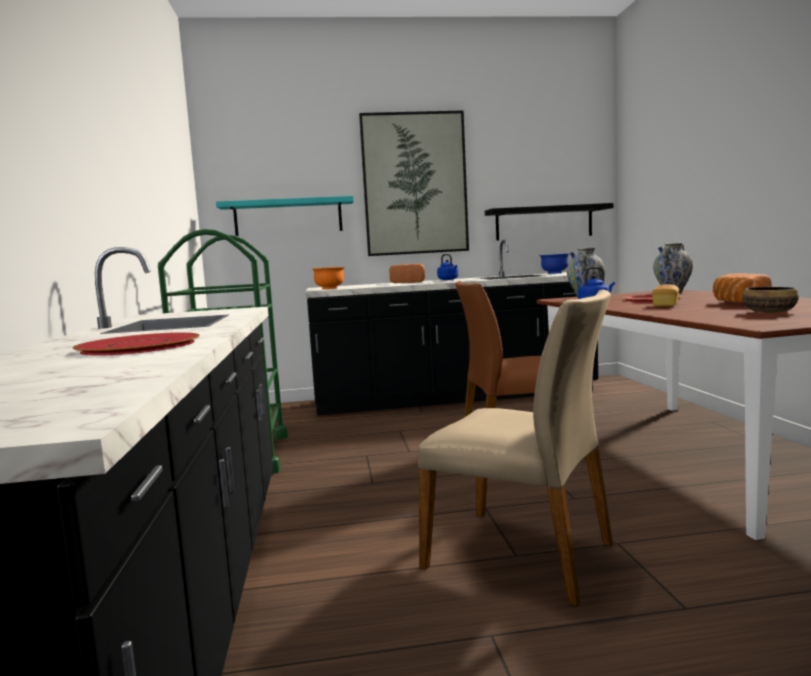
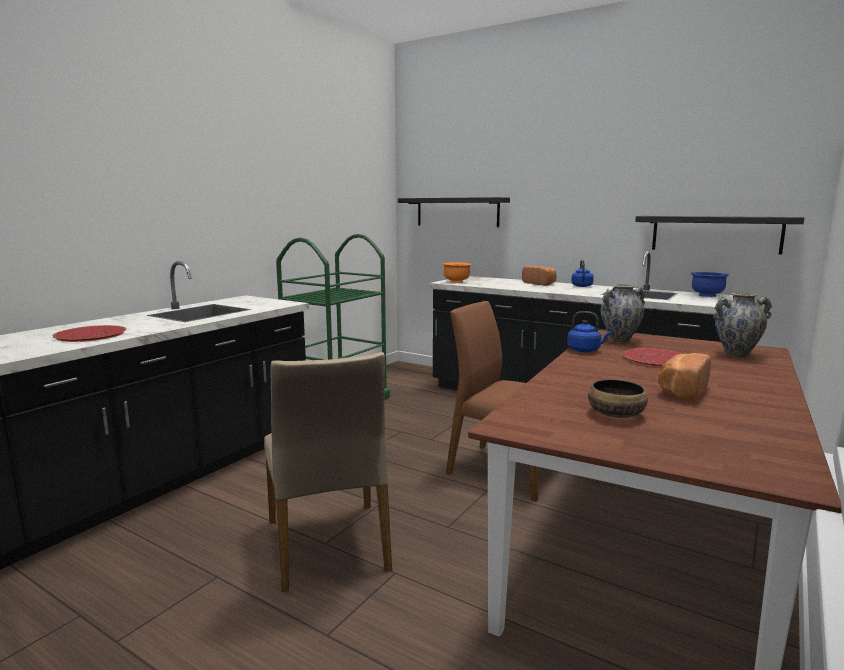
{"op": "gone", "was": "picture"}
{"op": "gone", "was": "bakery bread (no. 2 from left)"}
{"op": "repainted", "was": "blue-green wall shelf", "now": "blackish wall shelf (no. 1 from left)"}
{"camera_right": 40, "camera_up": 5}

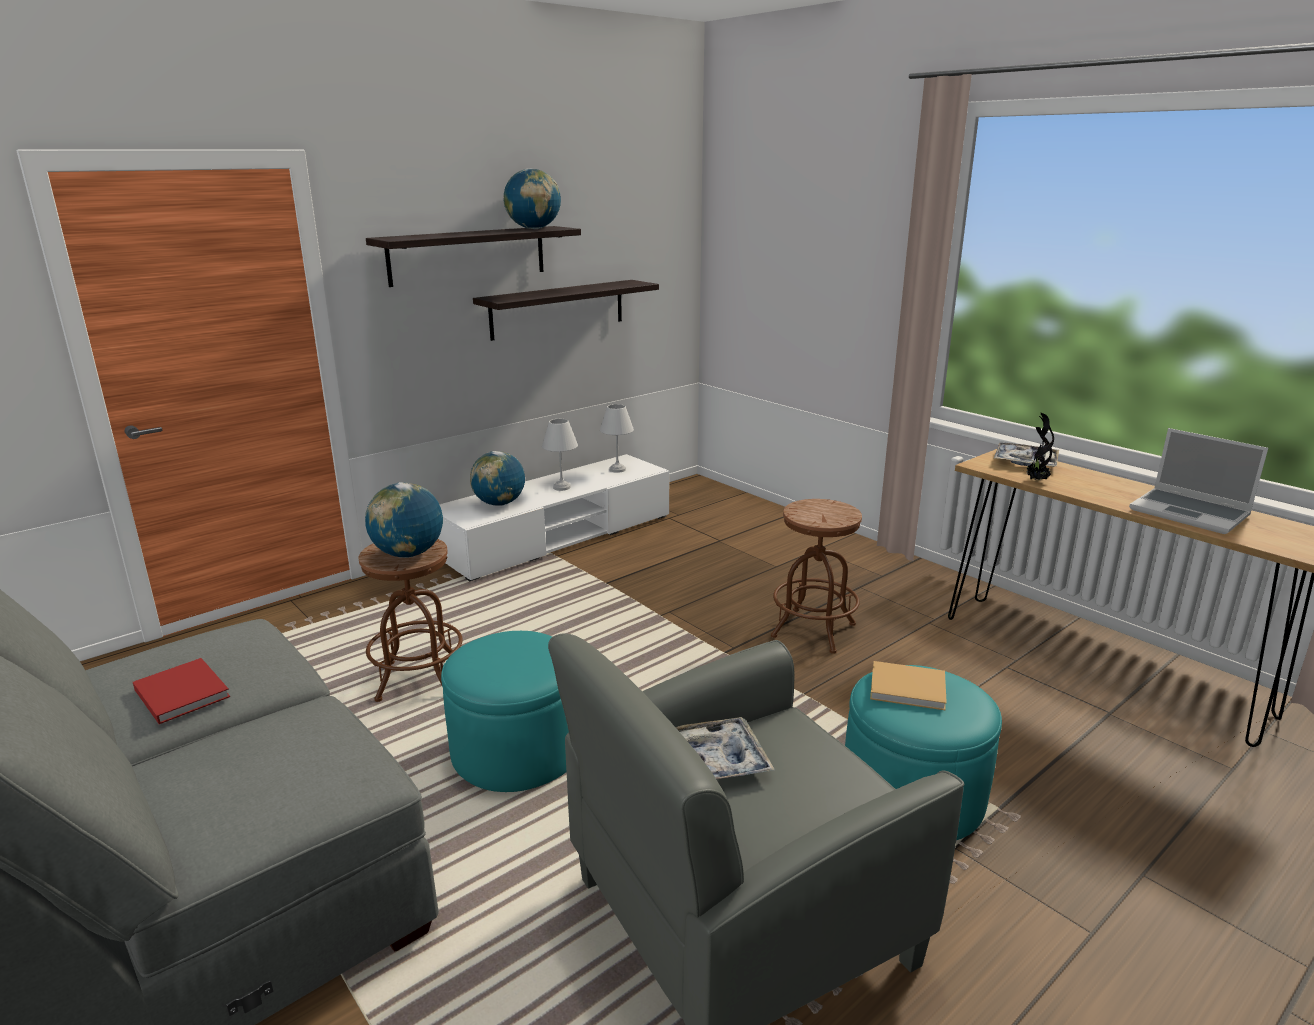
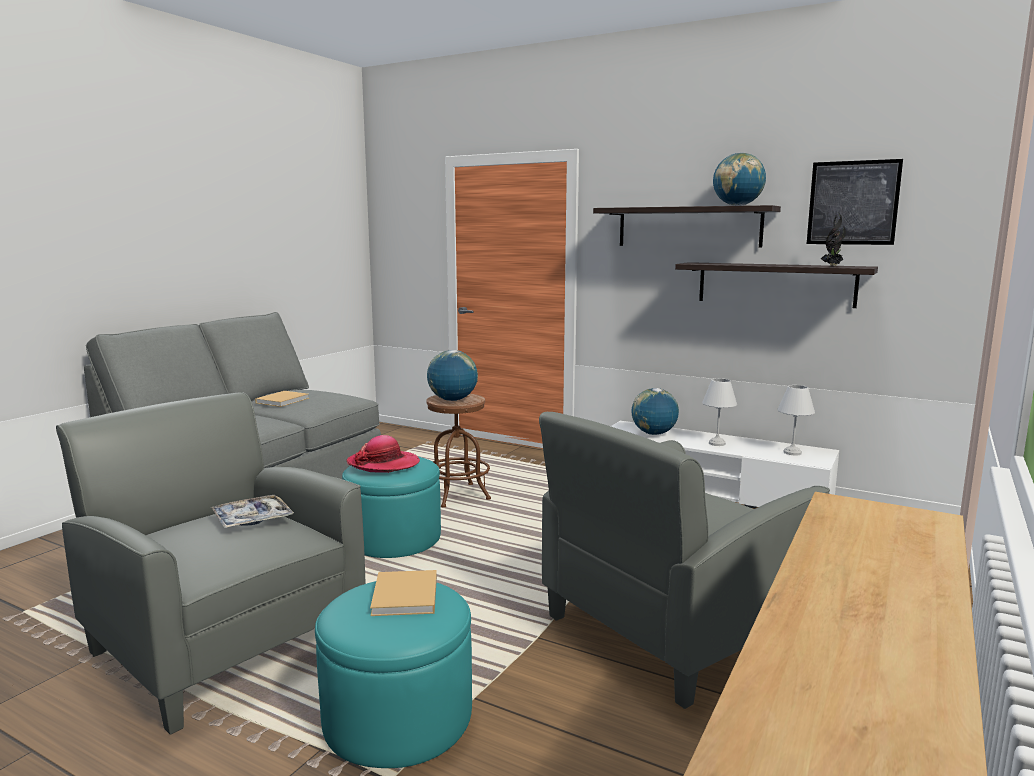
{"op": "gone", "was": "carrying tray (no. 2 from left)"}
{"op": "gone", "was": "notebook computer"}
{"op": "new", "now": "clothing hat"}
{"op": "new", "now": "picture"}
{"op": "shifted", "was": "potted plant"}
{"op": "swapped", "was": "brown stool seat (no. 2 from left)", "now": "grey lounge chair (no. 2 from left)"}
{"op": "repainted", "was": "red bound book", "now": "sand-coloured bound book (no. 1 from left)"}
{"camera_right": 70, "camera_up": -10}

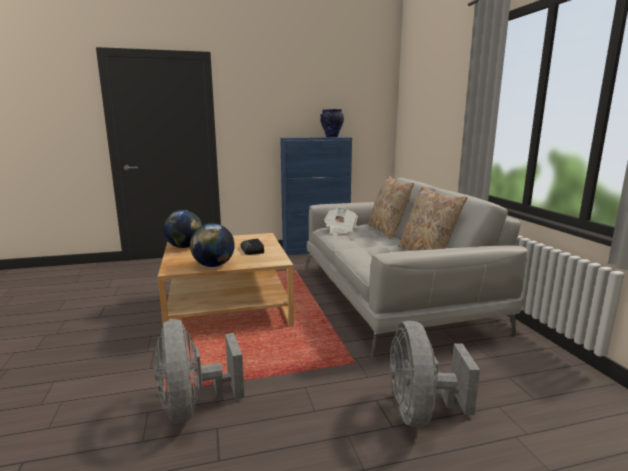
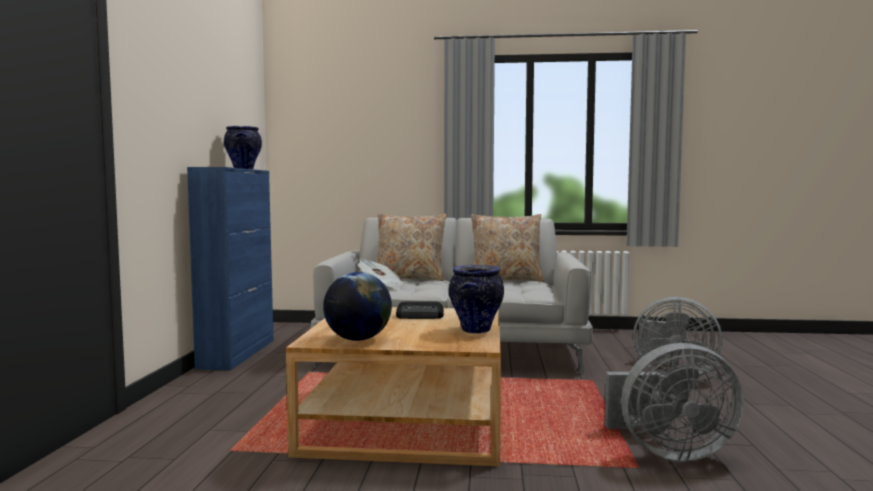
{"op": "swapped", "was": "desk globe (no. 2 from left)", "now": "decorative vase (no. 2 from left)"}
{"camera_right": -70, "camera_up": -10}

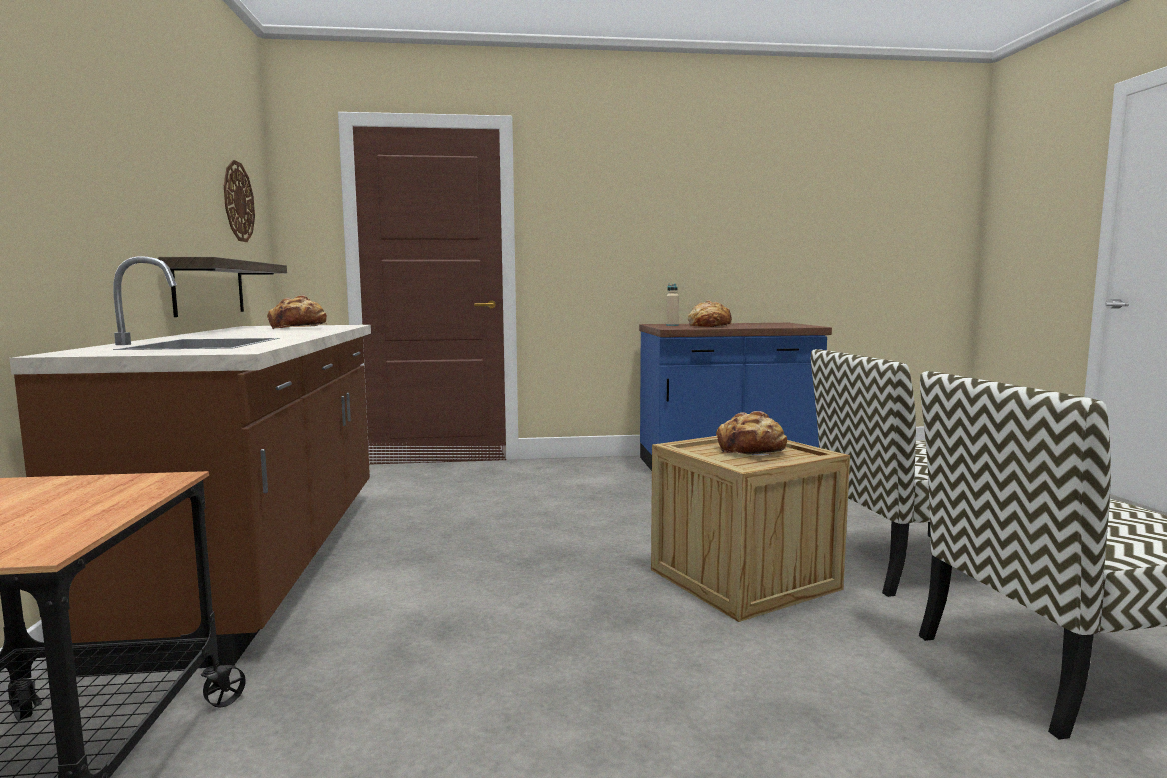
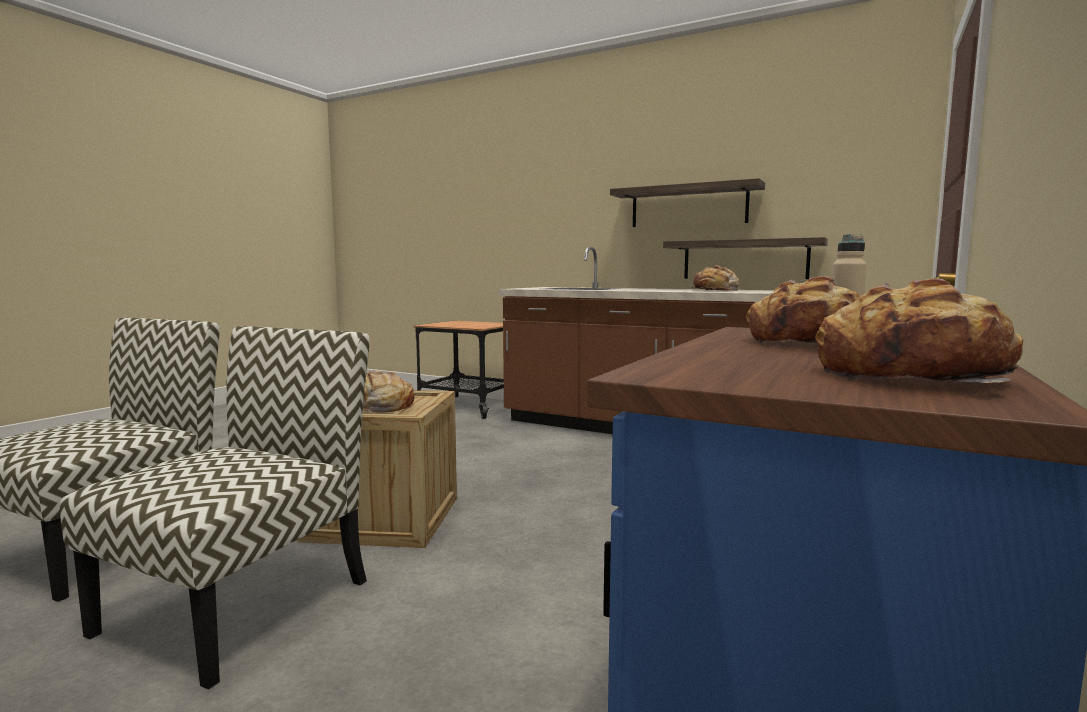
{"op": "gone", "was": "wall clock"}
{"op": "new", "now": "wall shelf (no. 1 from left)"}
{"op": "new", "now": "bakery bread (no. 4 from left)"}
{"camera_right": 125, "camera_up": 0}

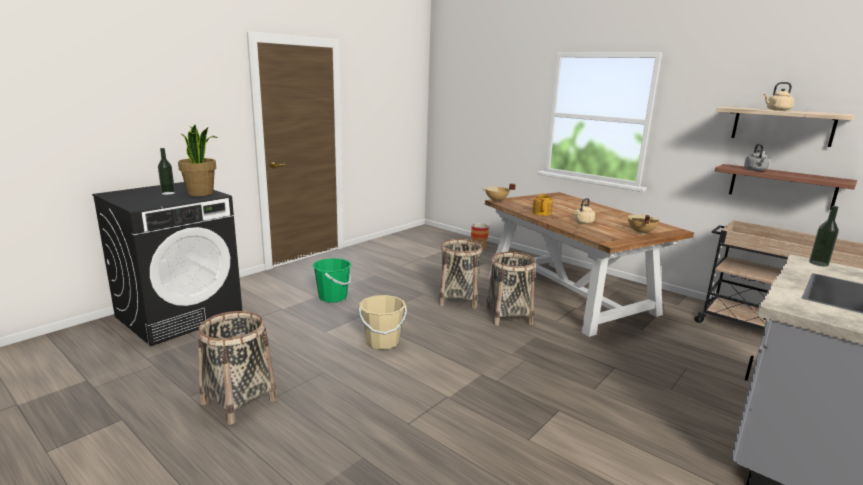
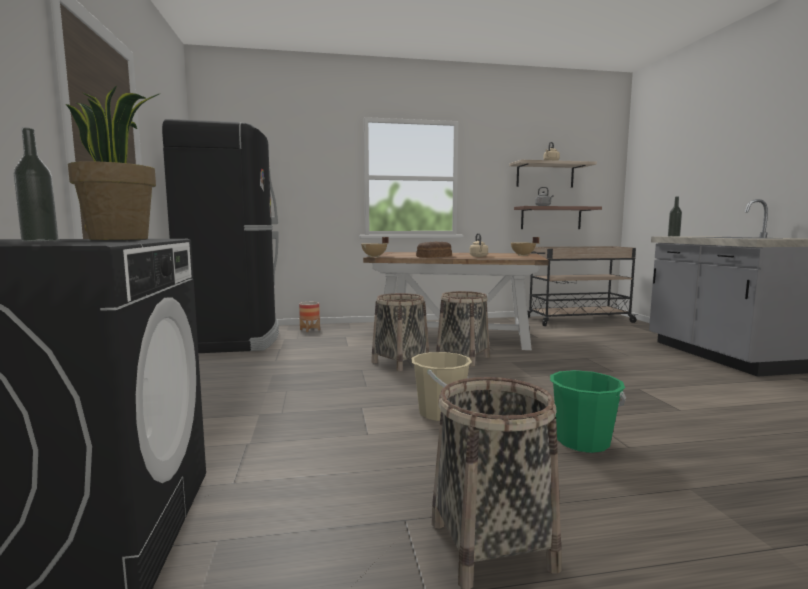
{"op": "new", "now": "blackish refrigerator"}
{"op": "shifted", "was": "green-coloured bucket"}
{"op": "swapped", "was": "tea pot", "now": "bakery bread"}
{"camera_right": -50, "camera_up": -10}

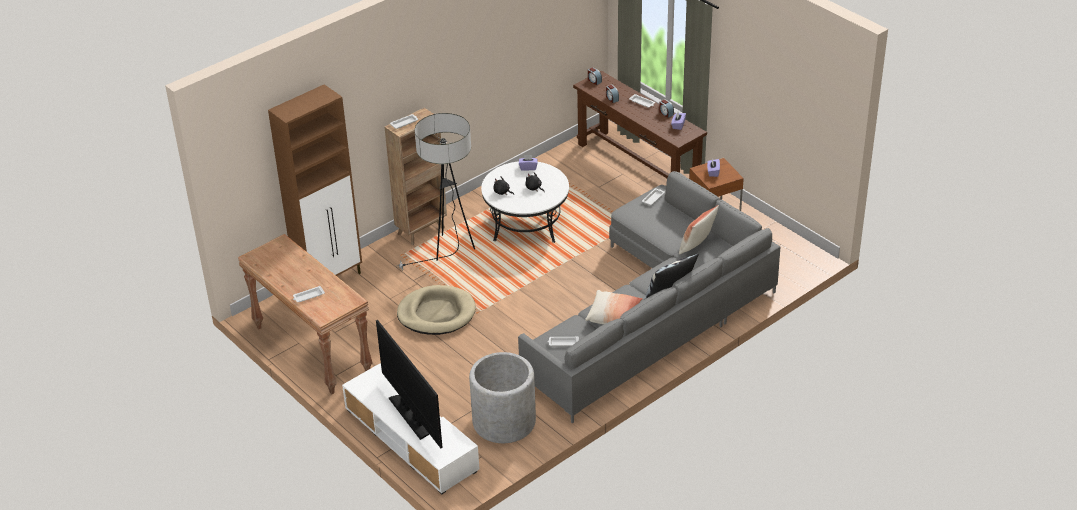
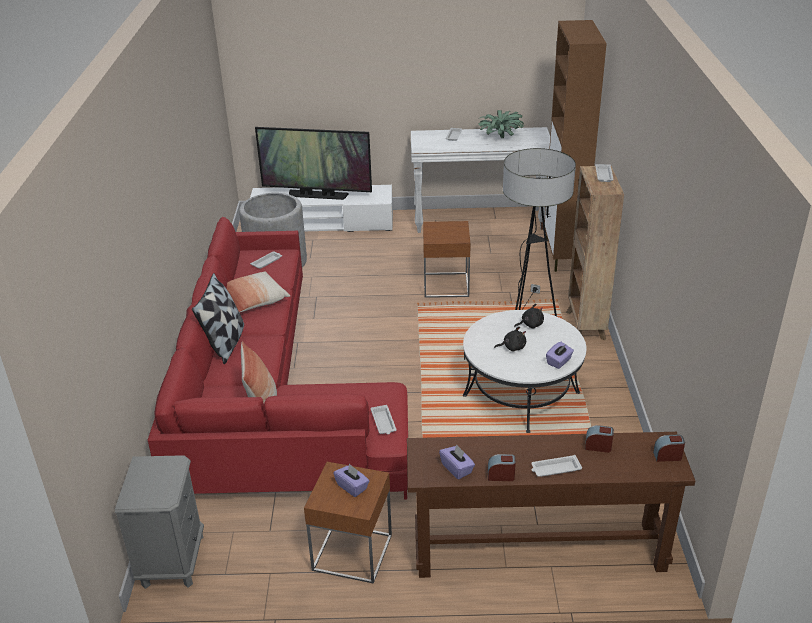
{"op": "new", "now": "grey nightstand"}
{"op": "new", "now": "potted plant"}
{"op": "swapped", "was": "sand-coloured pet bed", "now": "brown end table (no. 2 from left)"}
{"op": "repainted", "was": "brown hall table (no. 1 from left)", "now": "whitish hall table"}
{"op": "repainted", "was": "grey couch", "now": "red couch"}
{"camera_right": 130, "camera_up": -5}

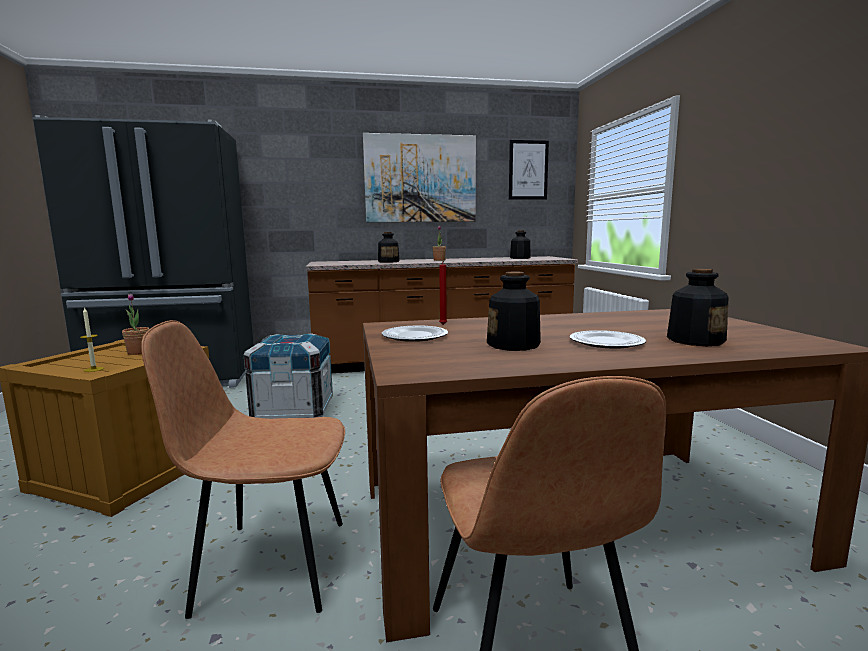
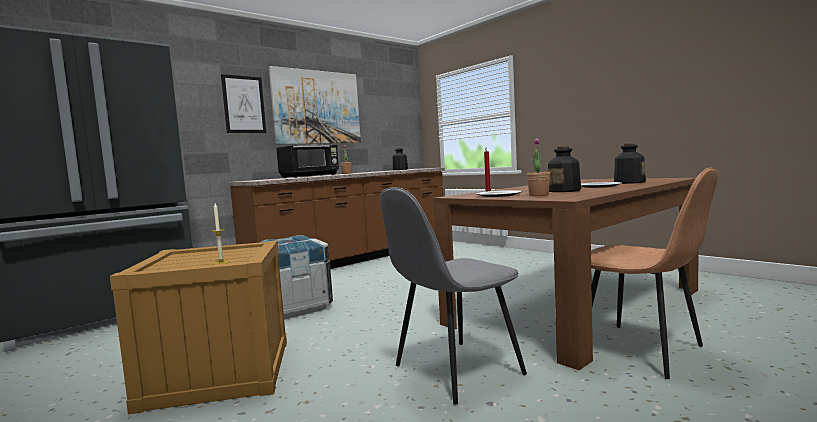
{"op": "shifted", "was": "potted plant (no. 1 from left in the first image)", "now": "potted plant (no. 2 from left)"}
{"op": "shifted", "was": "picture (no. 2 from left in the first image)", "now": "picture (no. 1 from left)"}
{"op": "swapped", "was": "drink bottle (no. 1 from left)", "now": "blackish microwave"}
{"op": "repainted", "was": "brown upright chair (no. 1 from left)", "now": "grey upright chair"}
{"camera_right": -30, "camera_up": -5}

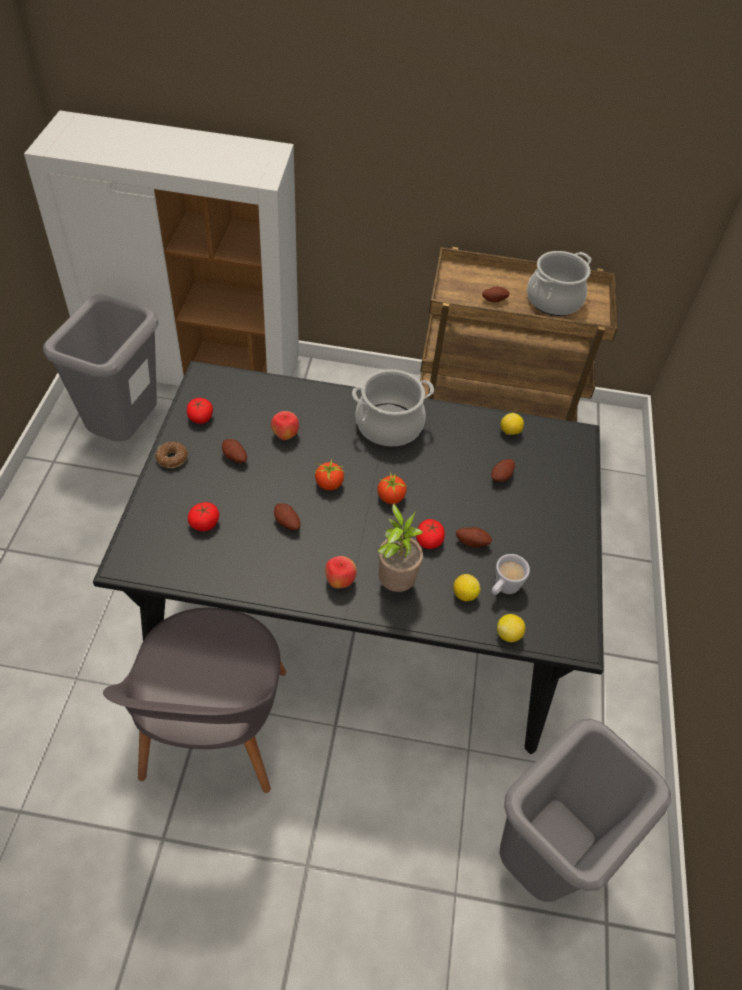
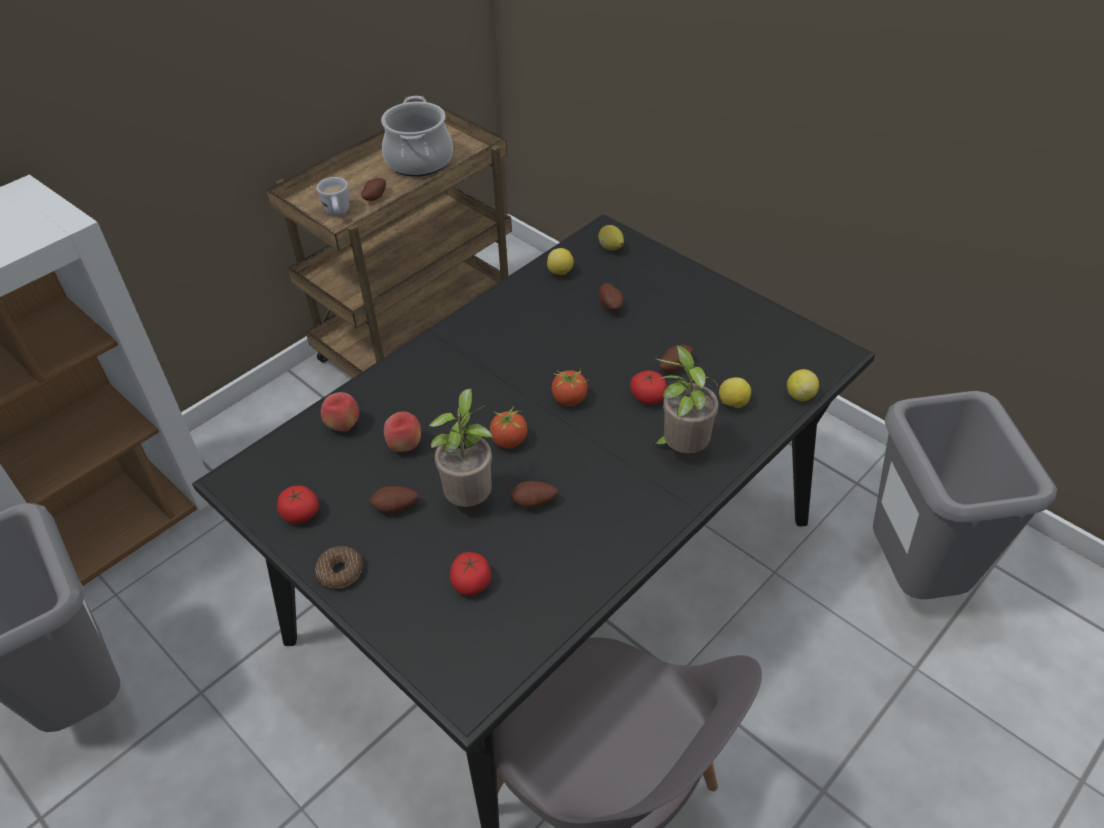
{"op": "gone", "was": "cooking pot (no. 1 from left)"}
{"op": "new", "now": "potted plant (no. 1 from left)"}
{"op": "new", "now": "whole lemon (no. 2 from left)"}
{"op": "shifted", "was": "apple (no. 2 from left in the first image)", "now": "apple (no. 1 from left)"}
{"op": "shifted", "was": "whitish mug"}
{"camera_right": -50, "camera_up": -5}

